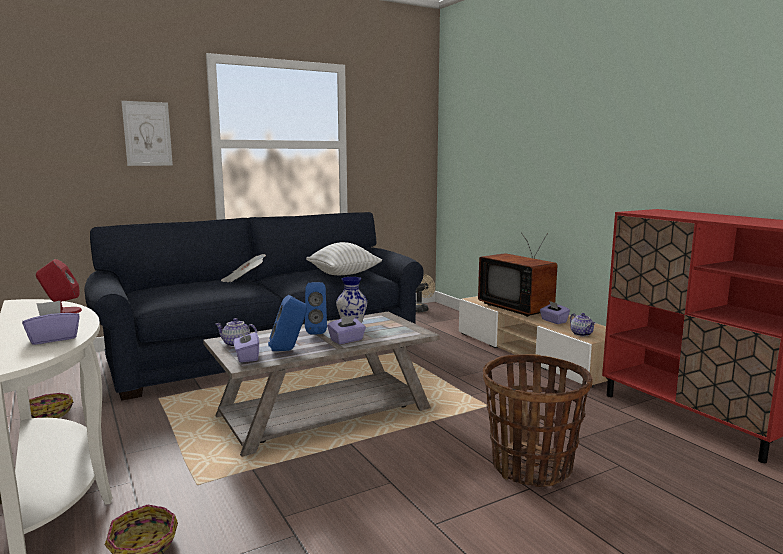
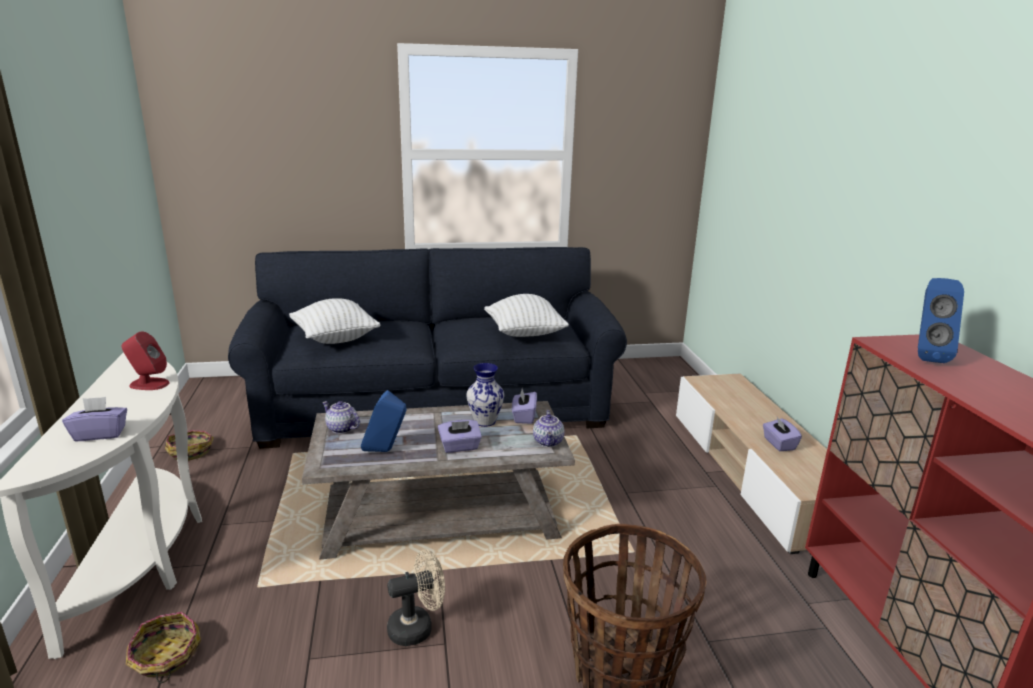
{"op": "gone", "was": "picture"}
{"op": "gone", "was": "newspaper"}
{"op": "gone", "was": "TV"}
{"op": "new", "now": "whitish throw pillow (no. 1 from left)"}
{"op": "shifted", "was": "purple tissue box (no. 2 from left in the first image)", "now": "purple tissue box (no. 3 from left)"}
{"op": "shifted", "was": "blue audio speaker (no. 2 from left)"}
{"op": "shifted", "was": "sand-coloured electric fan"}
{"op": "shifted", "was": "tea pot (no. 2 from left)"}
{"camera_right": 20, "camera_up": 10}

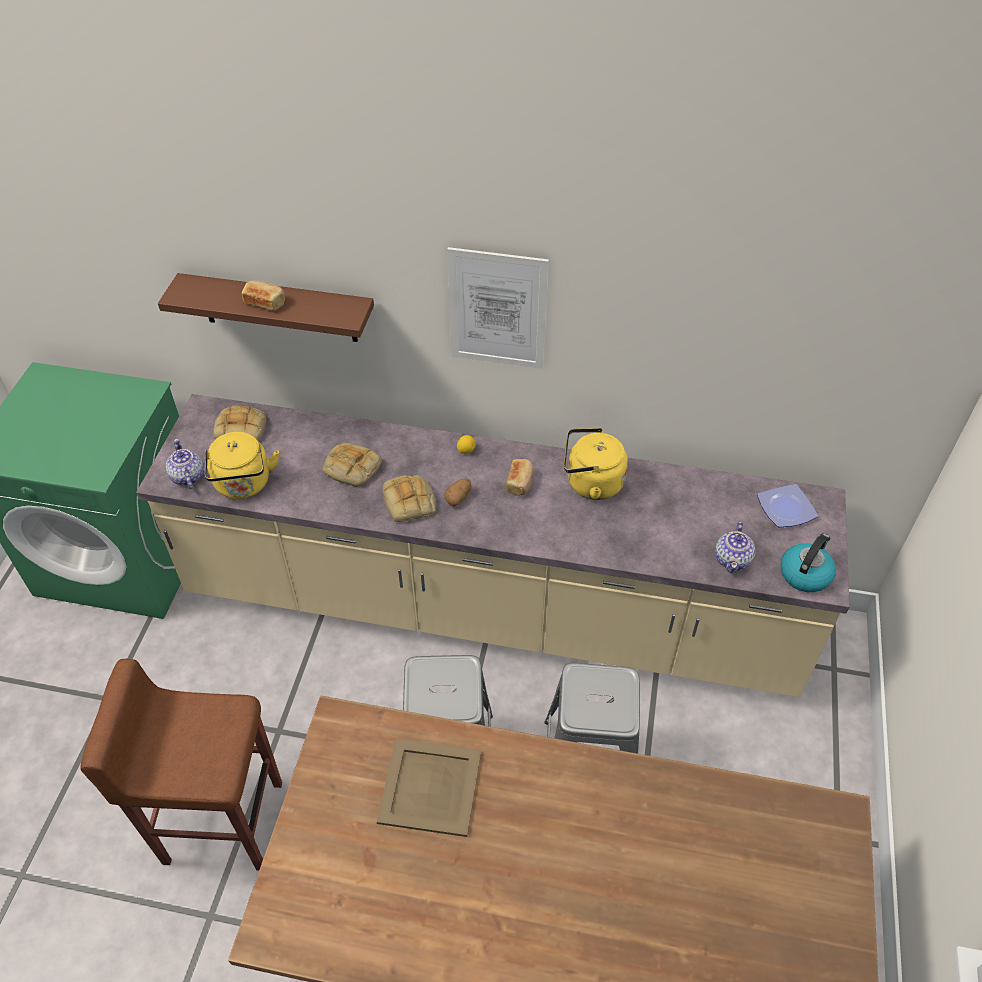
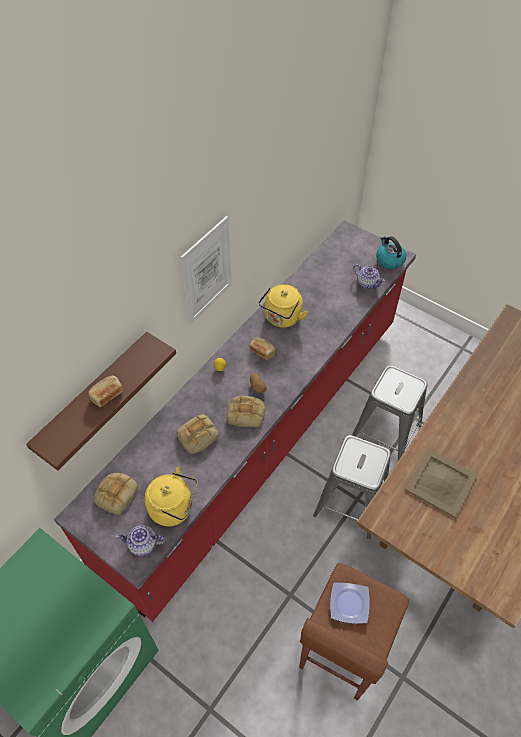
{"op": "shifted", "was": "dinner plate"}
{"op": "repainted", "was": "sand-coloured kitchen counter", "now": "red kitchen counter"}
{"camera_right": -65, "camera_up": 5}

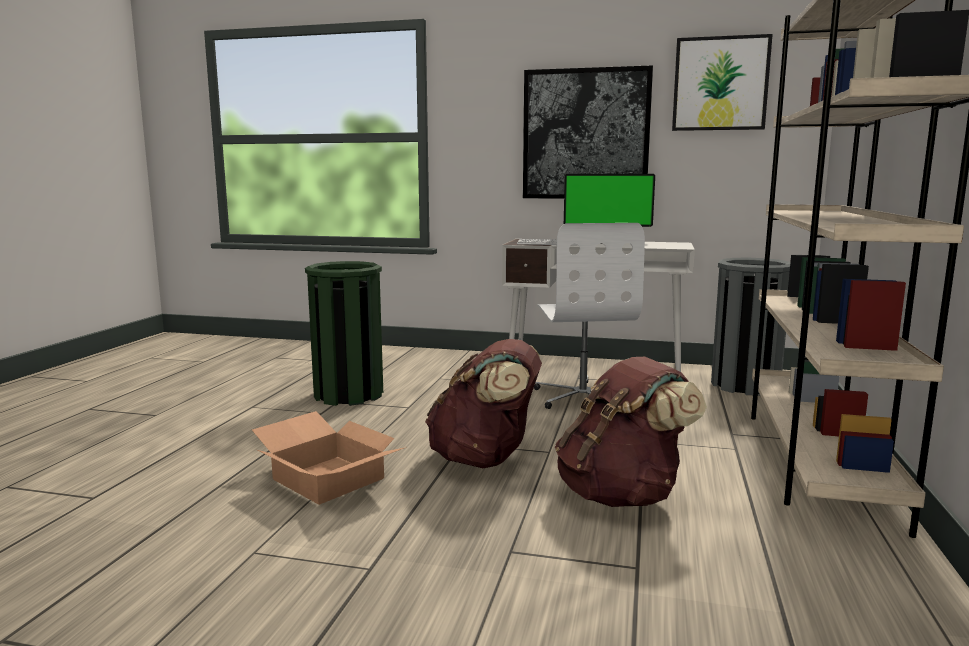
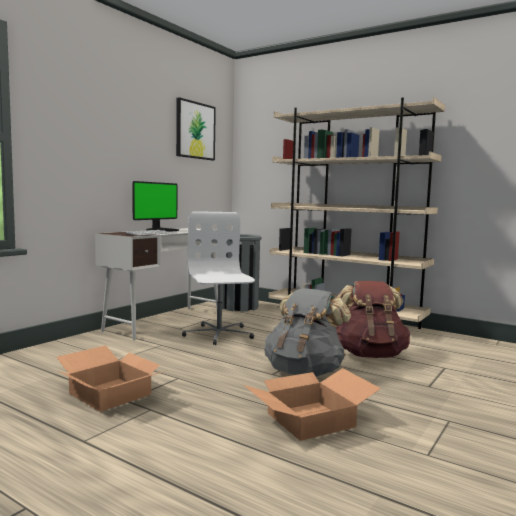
{"op": "gone", "was": "picture (no. 1 from left)"}
{"op": "swapped", "was": "green-coloured trash can", "now": "carton (no. 1 from left)"}
{"op": "repainted", "was": "brown knapsack (no. 1 from left)", "now": "grey knapsack"}
{"op": "rotated", "was": "whitish desk chair", "clockwise": -120}
{"camera_right": -70, "camera_up": -5}

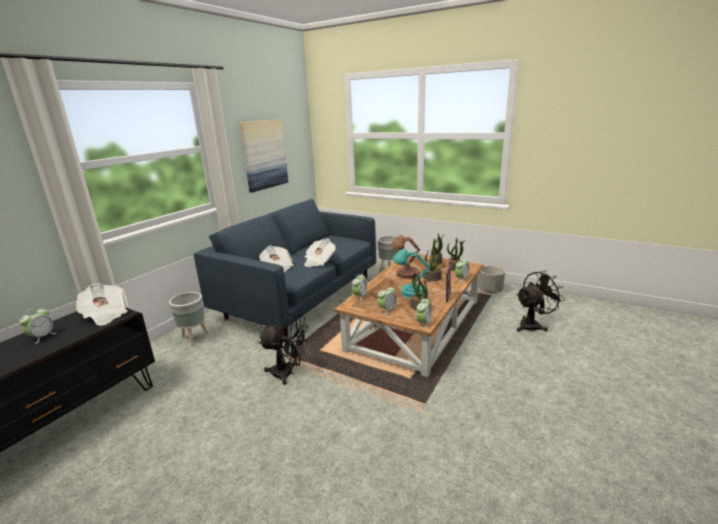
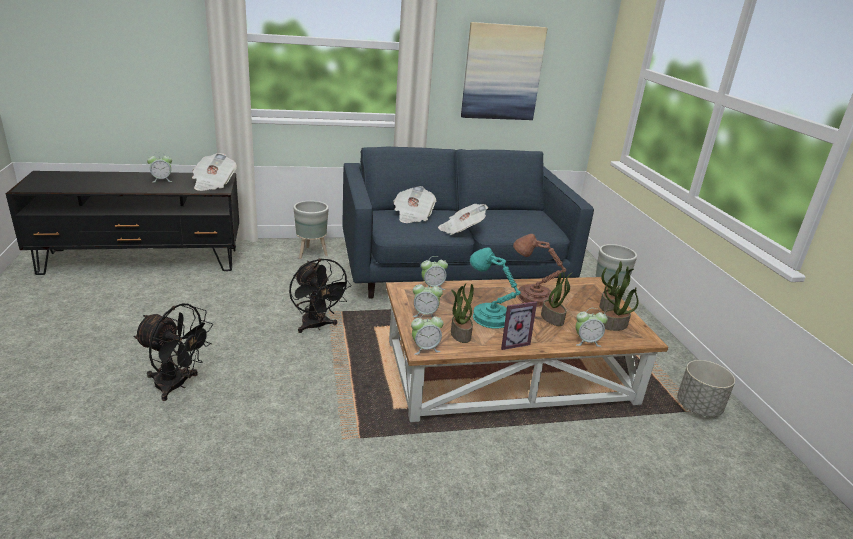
{"op": "shifted", "was": "blackish electric fan (no. 2 from left in the first image)", "now": "blackish electric fan (no. 1 from left)"}
{"camera_right": 45, "camera_up": 5}

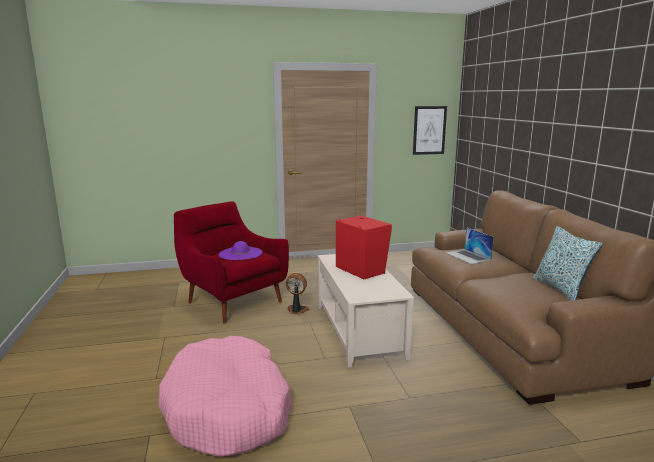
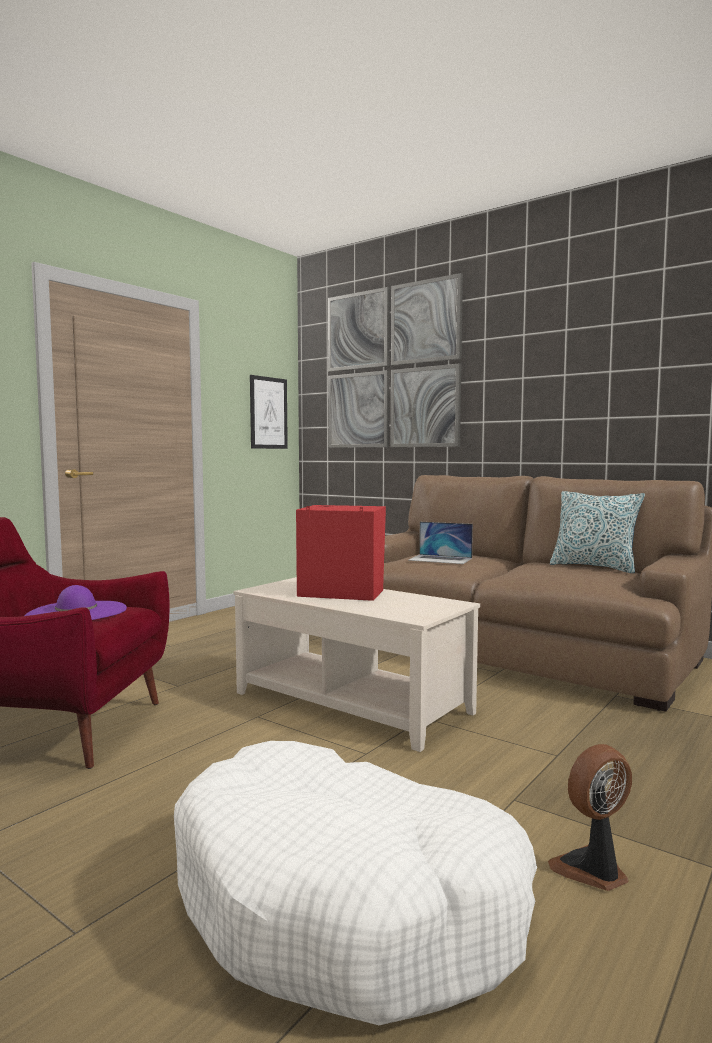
{"op": "new", "now": "picture (no. 2 from left)"}
{"op": "shifted", "was": "electric fan"}
{"op": "repainted", "was": "pink-coloured pet bed", "now": "whitish pet bed"}
{"camera_right": -40, "camera_up": -10}

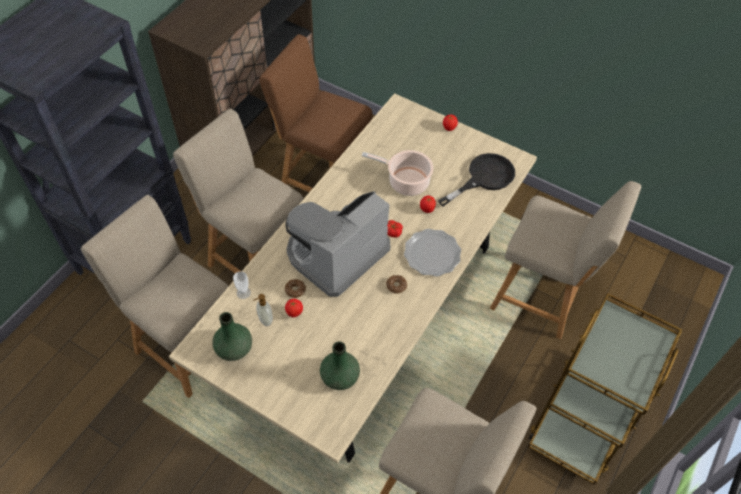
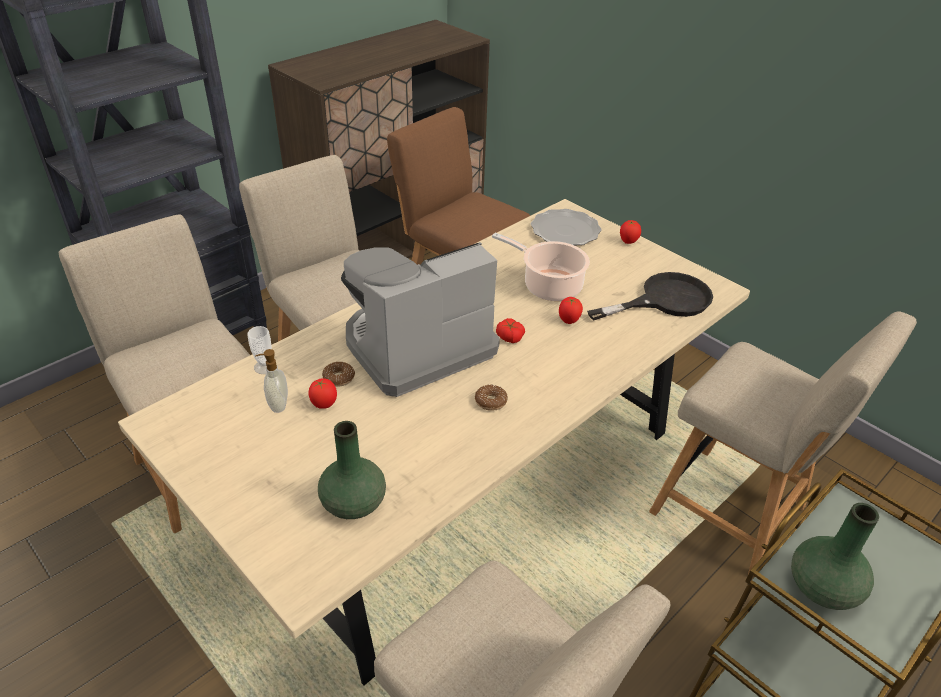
{"op": "shifted", "was": "green-coloured decorative vase (no. 1 from left in the first image)", "now": "green-coloured decorative vase (no. 2 from left)"}
{"op": "shifted", "was": "dinner plate"}
{"camera_right": 15, "camera_up": -15}

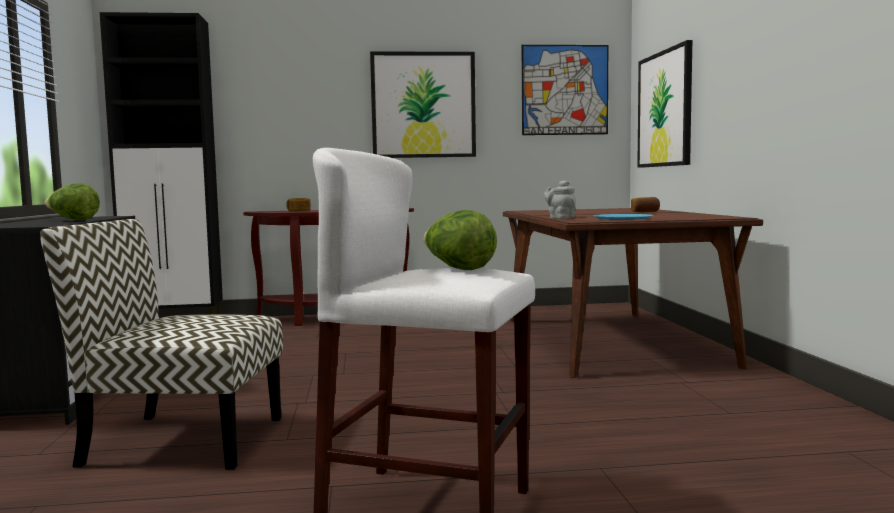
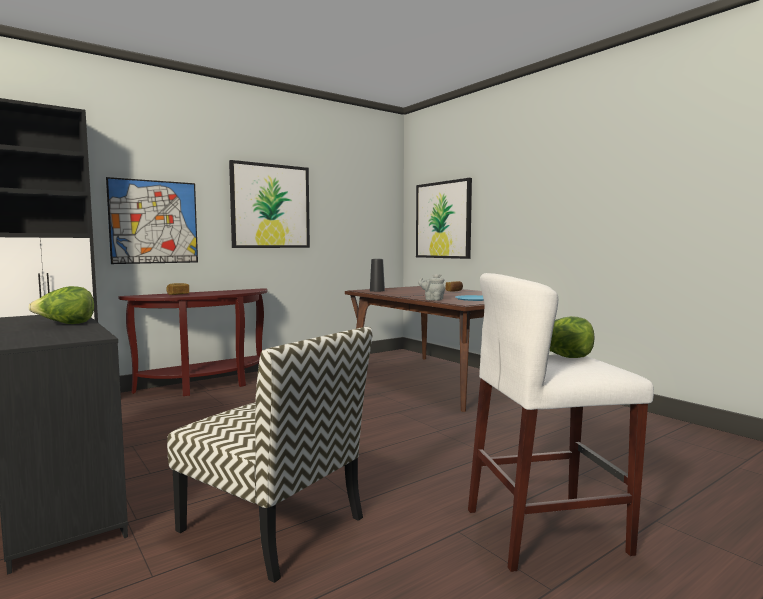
{"op": "new", "now": "blackish decorative vase"}
{"op": "shifted", "was": "picture (no. 2 from left in the first image)", "now": "picture (no. 1 from left)"}
{"op": "rotated", "was": "upright chair", "clockwise": -120}
{"camera_right": -30, "camera_up": 0}

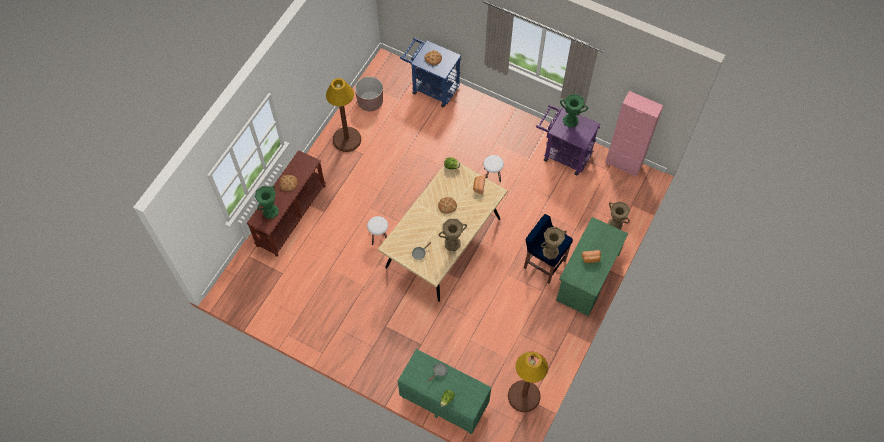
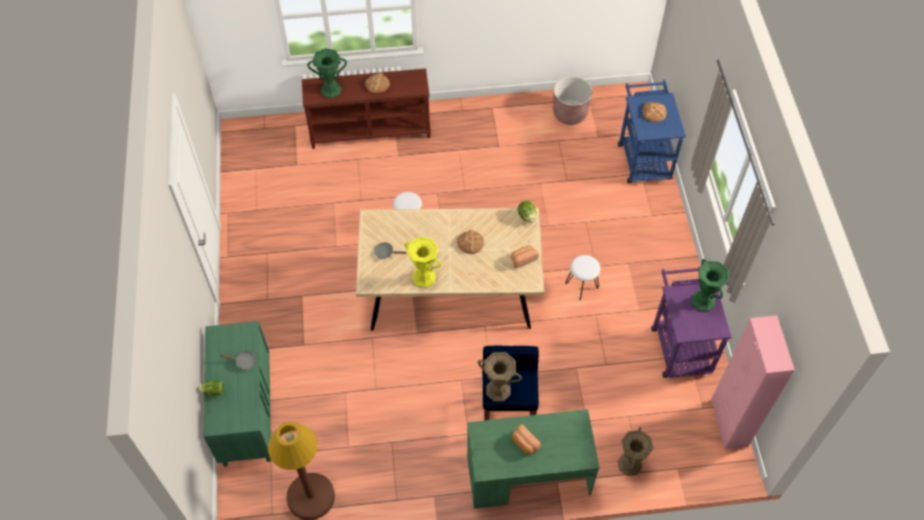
{"op": "gone", "was": "brown standard lamp (no. 1 from left)"}
{"op": "repainted", "was": "brown decorative vase (no. 1 from left)", "now": "yellowish decorative vase"}
{"camera_right": 55, "camera_up": -5}

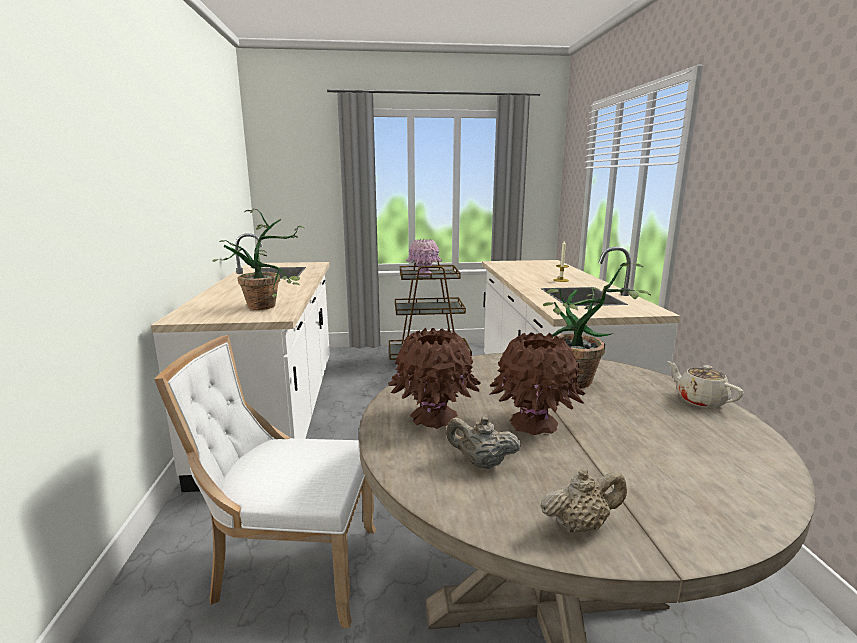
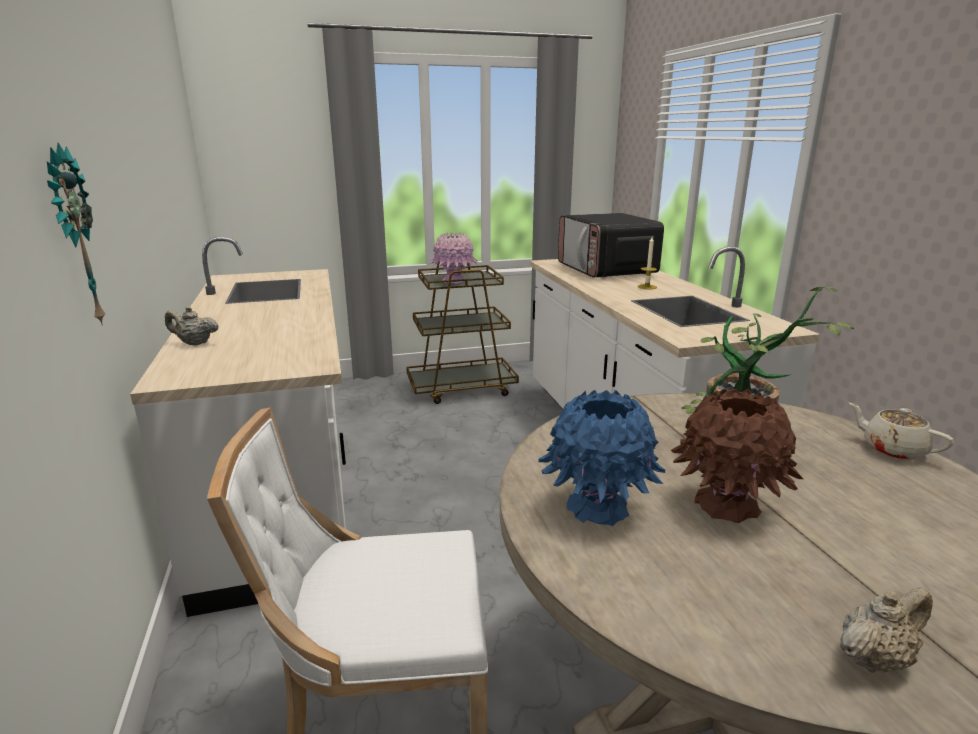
{"op": "gone", "was": "potted plant (no. 1 from left)"}
{"op": "new", "now": "wall clock"}
{"op": "new", "now": "microwave"}
{"op": "shifted", "was": "sand-coloured tea pot (no. 1 from left)"}
{"op": "repainted", "was": "brown decorative vase (no. 1 from left)", "now": "blue decorative vase"}
{"camera_right": -10, "camera_up": 5}

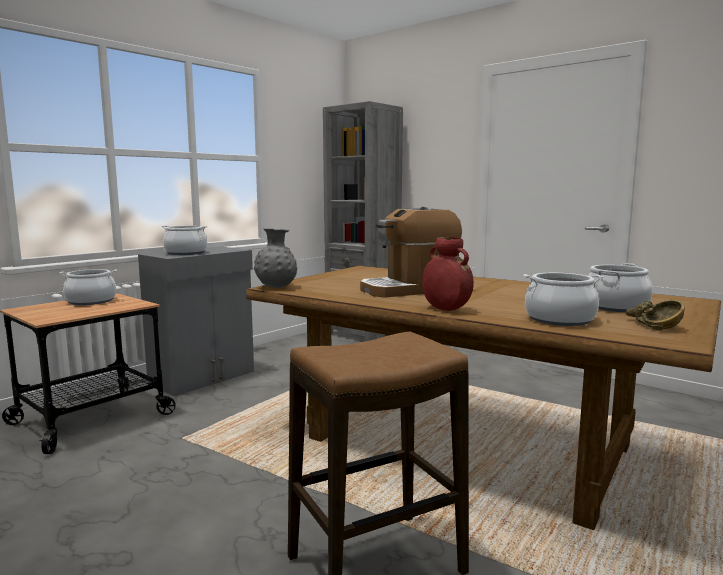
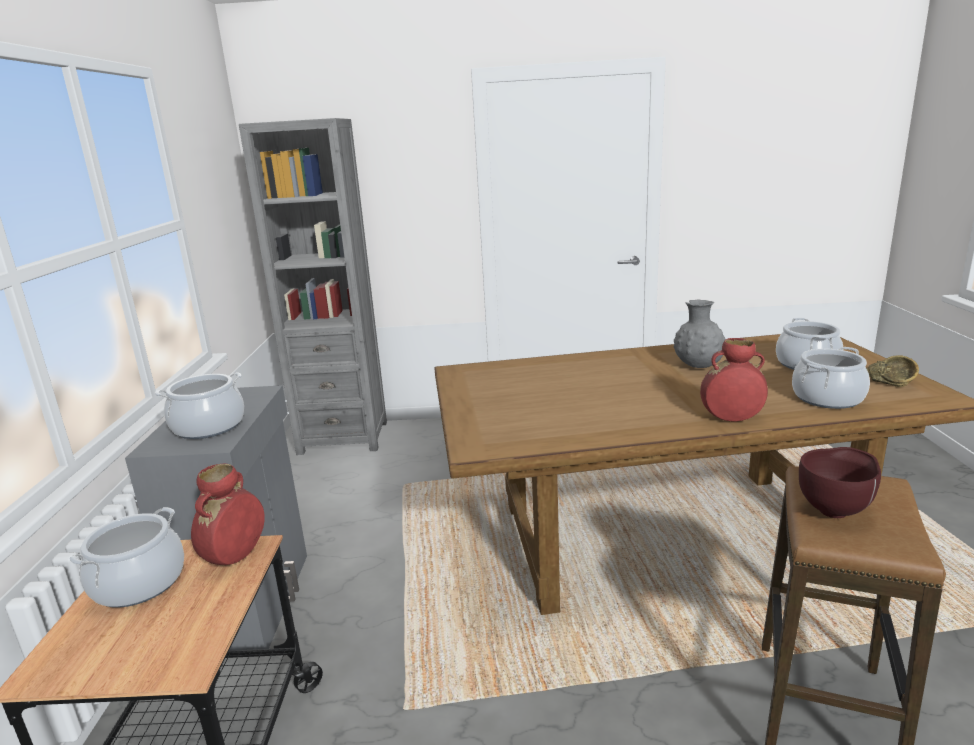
{"op": "gone", "was": "coffee machine"}
{"op": "new", "now": "red decorative vase (no. 1 from left)"}
{"op": "new", "now": "brown serving bowl (no. 1 from left)"}
{"op": "shifted", "was": "grey decorative vase"}
{"camera_right": -40, "camera_up": 10}

